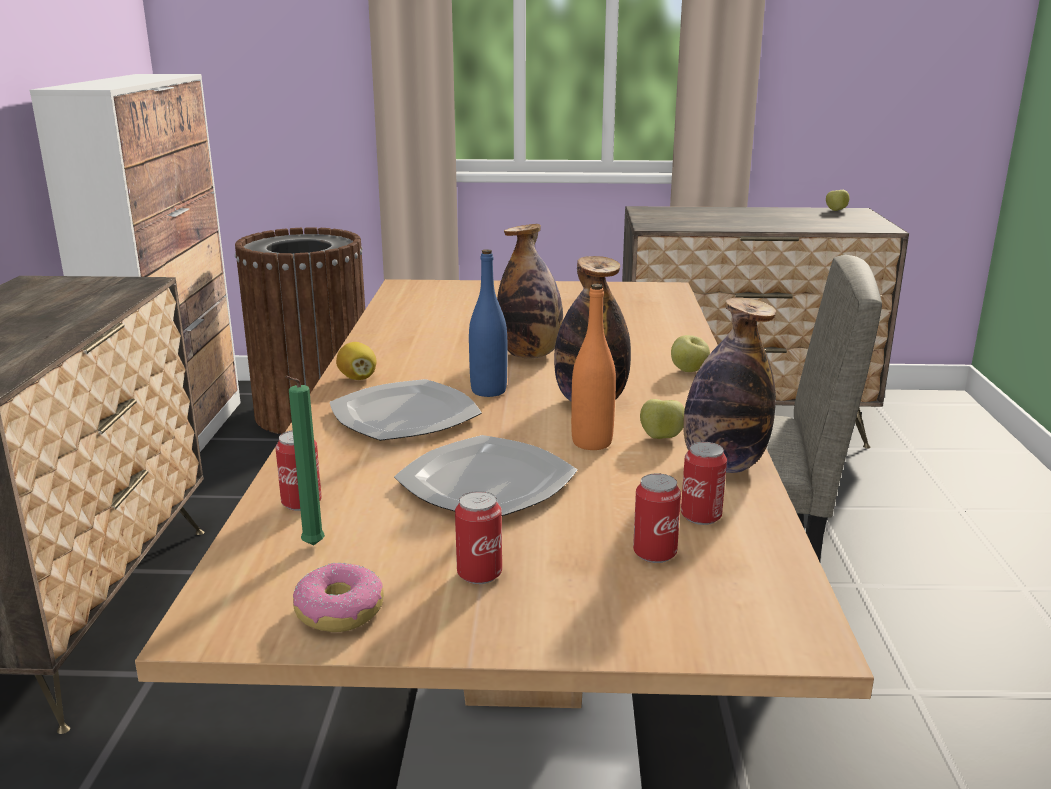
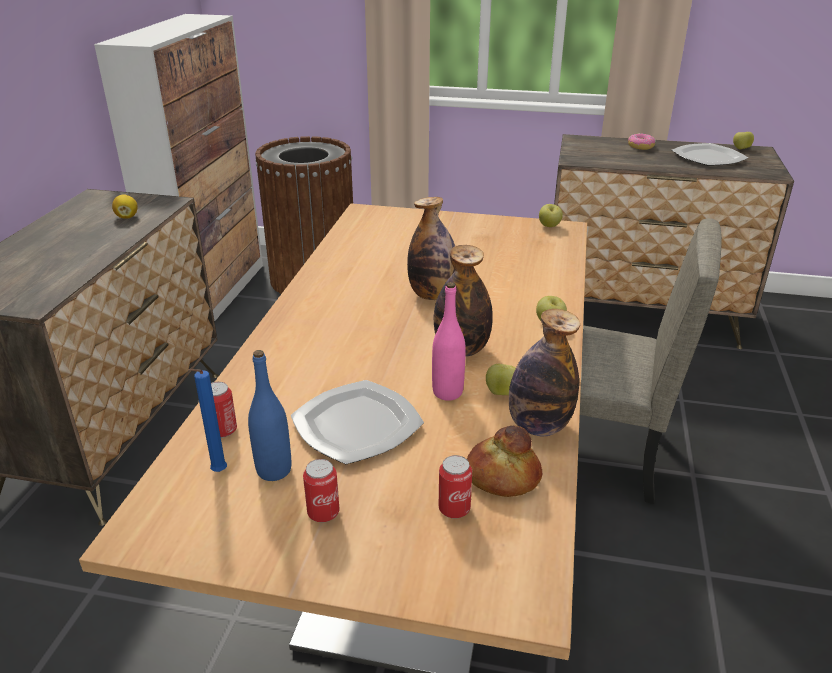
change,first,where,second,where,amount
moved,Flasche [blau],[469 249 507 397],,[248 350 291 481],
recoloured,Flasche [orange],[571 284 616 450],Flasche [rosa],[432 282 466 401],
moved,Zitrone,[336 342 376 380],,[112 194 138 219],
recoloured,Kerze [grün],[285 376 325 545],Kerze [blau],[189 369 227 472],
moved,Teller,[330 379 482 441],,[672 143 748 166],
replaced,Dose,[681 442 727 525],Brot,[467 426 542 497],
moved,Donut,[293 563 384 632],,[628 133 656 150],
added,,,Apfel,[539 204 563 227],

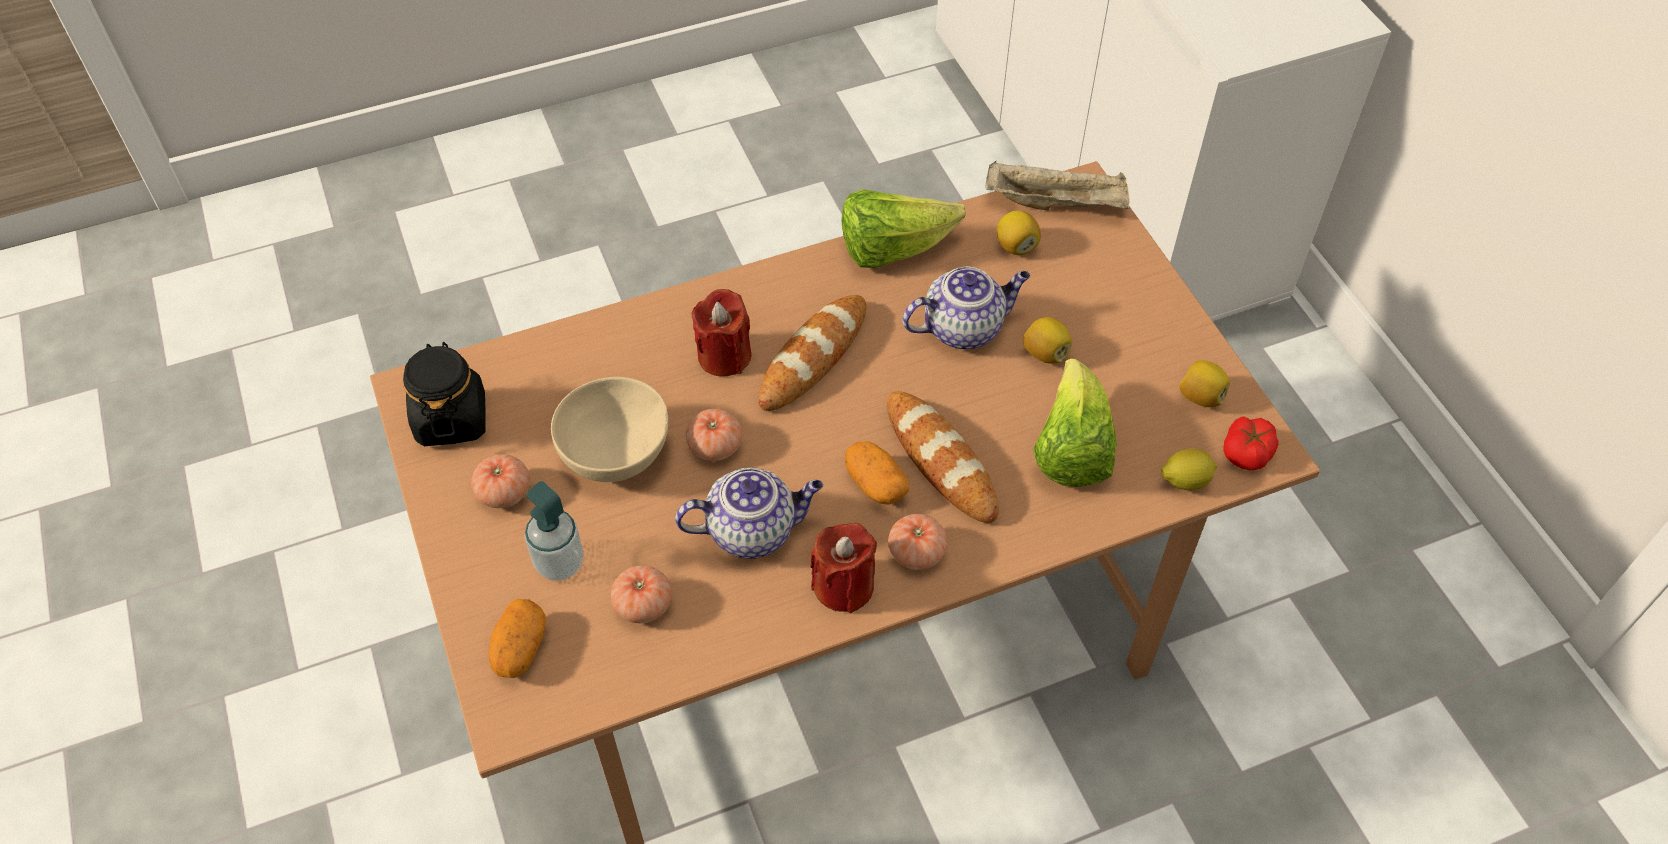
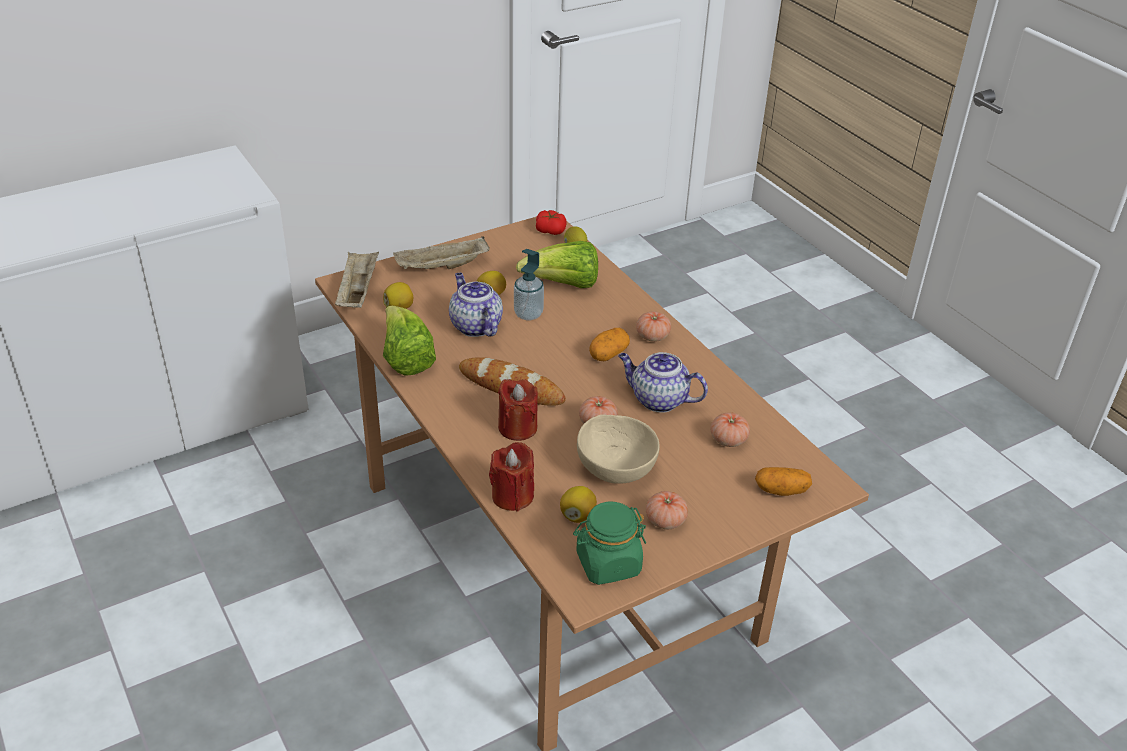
change,first,where,second,where,amount
recoloured,Vorratsglas [schwarz],[403 342 486 446],Vorratsglas [grün],[573 502 646 585],
moved,Zitrone,[1179 360 1230 407],,[560 486 597 523],
removed,Brot,[887 391 999 523],,,
turned,Teekanne,[675 468 823 559],,[618 352 708 413],45 degrees counterclockwise
moved,Seifenspender,[525 481 584 581],,[514 249 544 320],
moved,Kerze [rot],[810 523 877 613],,[489 442 534 512],
added,,,Tablett [beige],[393 236 490 269],

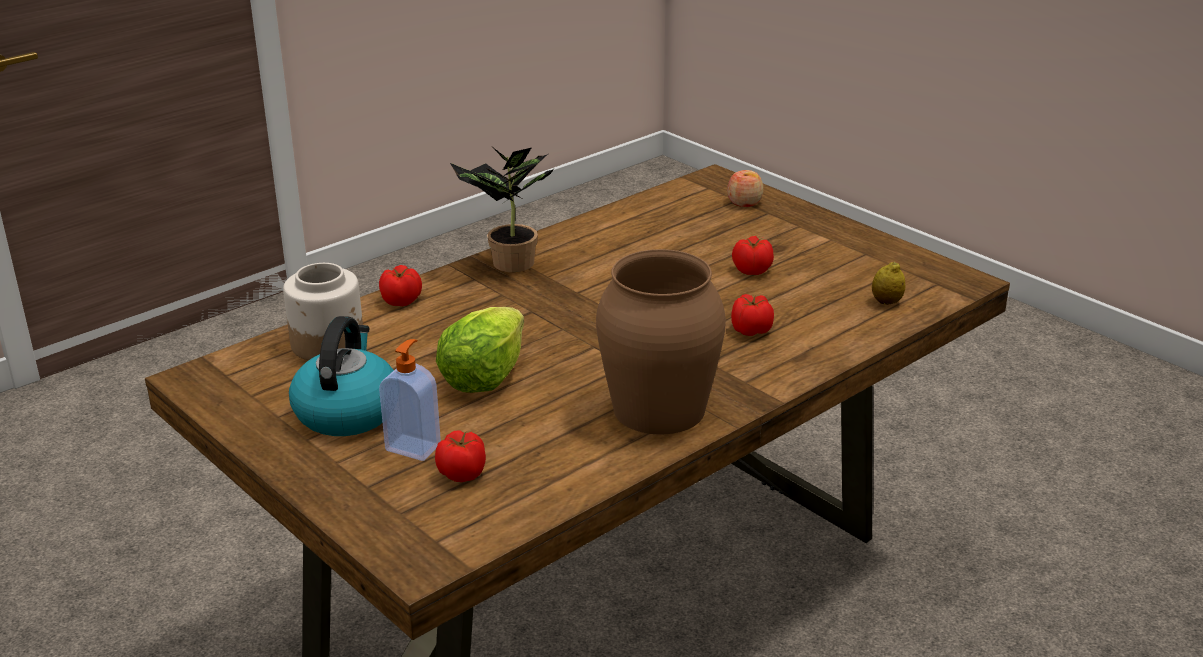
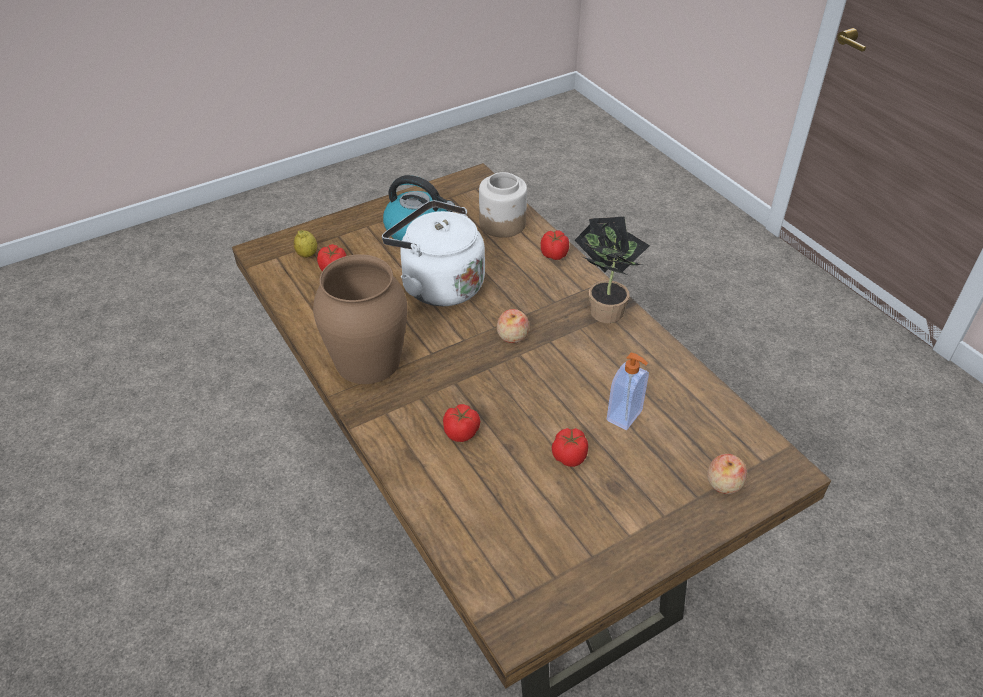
change,first,where,second,where,amount
moved,Zitrone,[872 262 905 305],,[294 230 317 258],
replaced,Salatkopf,[436 307 524 393],Wasserkessel [weiß],[382 200 485 306],
moved,Seifenspender,[379 339 441 461],,[607 353 649 430],
added,,,Apfel,[497 309 529 343],

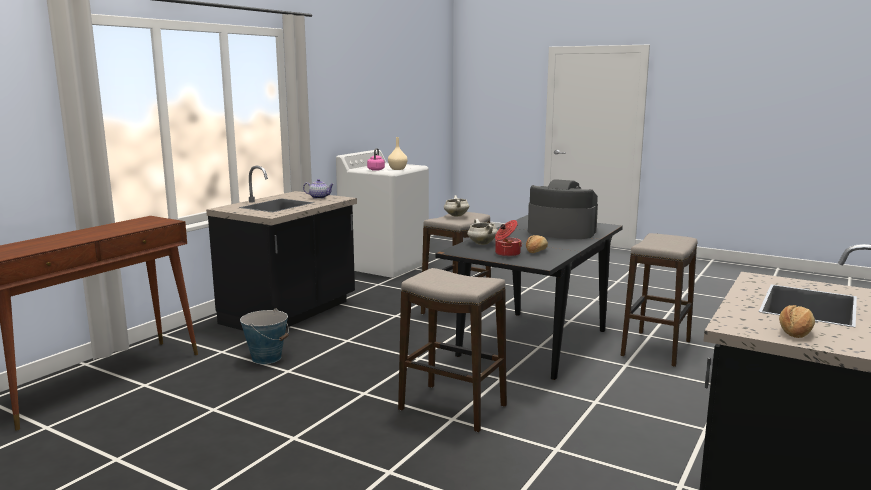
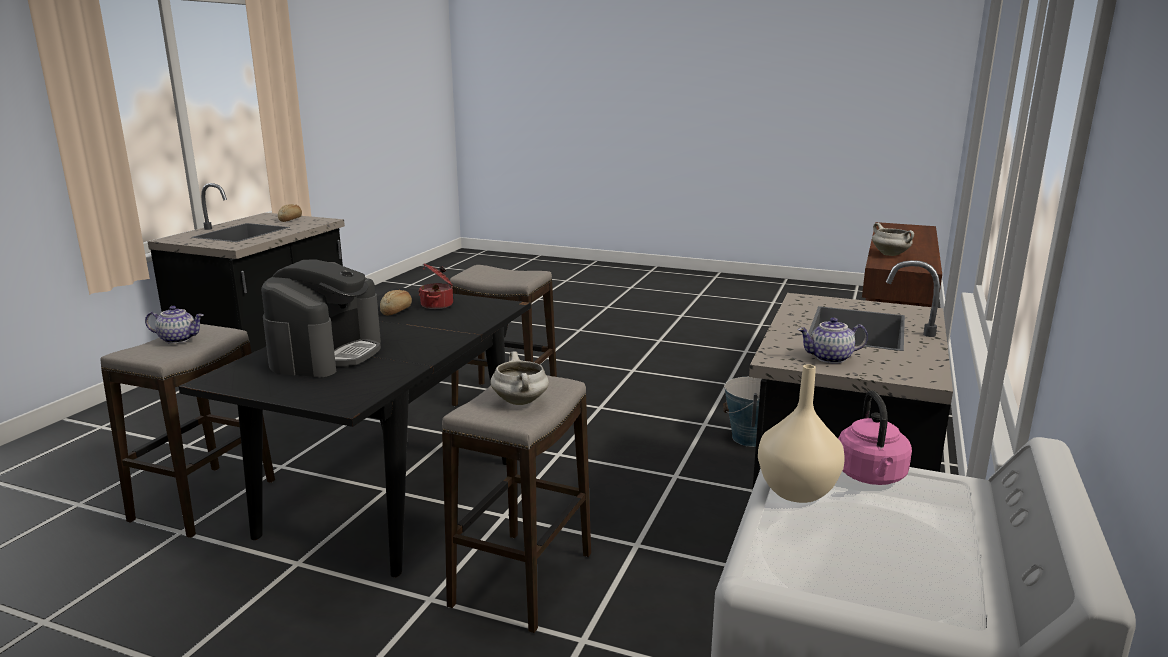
change,first,where,second,where,amount
turned,Kaffeemaschine,[528 179 598 239],,[261 260 381 378],90 degrees counterclockwise
moved,Kochtopf [weiß],[467 219 498 245],,[872 223 914 256],
added,,,Teekanne,[145 306 204 344],

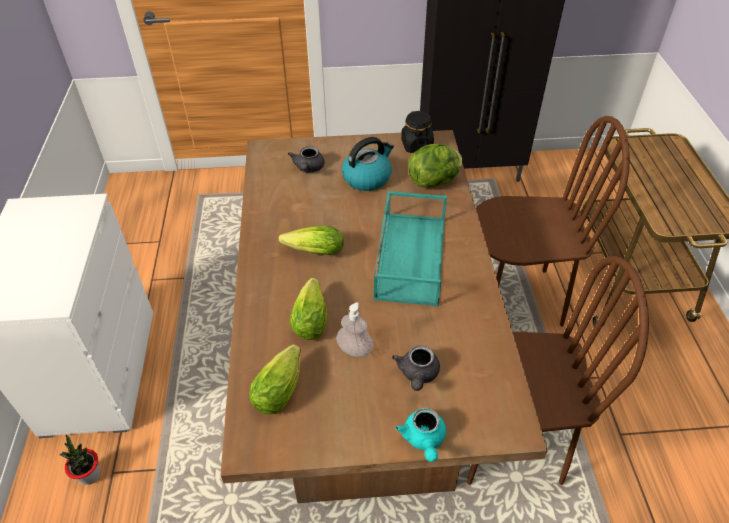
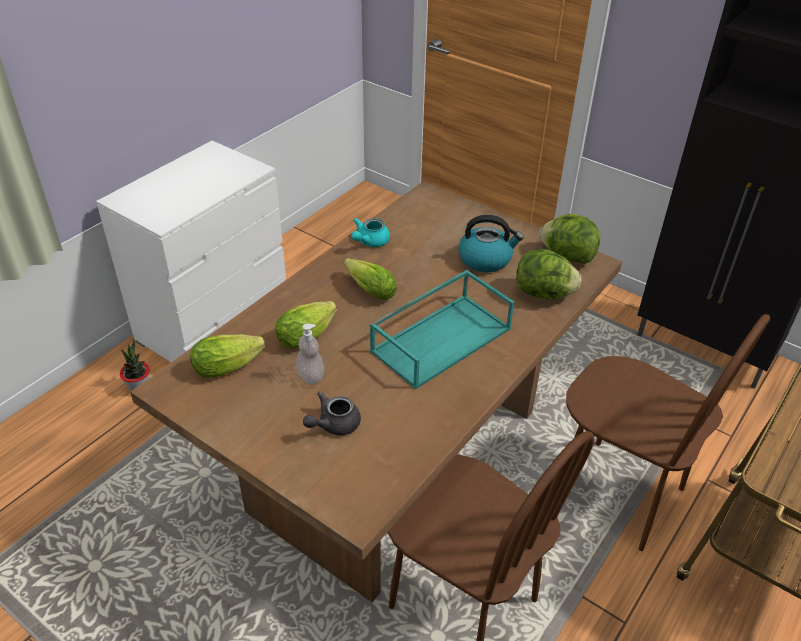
change,first,where,second,where,amount
replaced,Vorratsglas [schwarz],[401 111 434 153],Salatkopf,[539 214 600 264],
removed,Teekanne [grau],[288 146 324 173],,,
moved,Teekanne [türkis],[396 408 446 462],,[351 218 390 247],

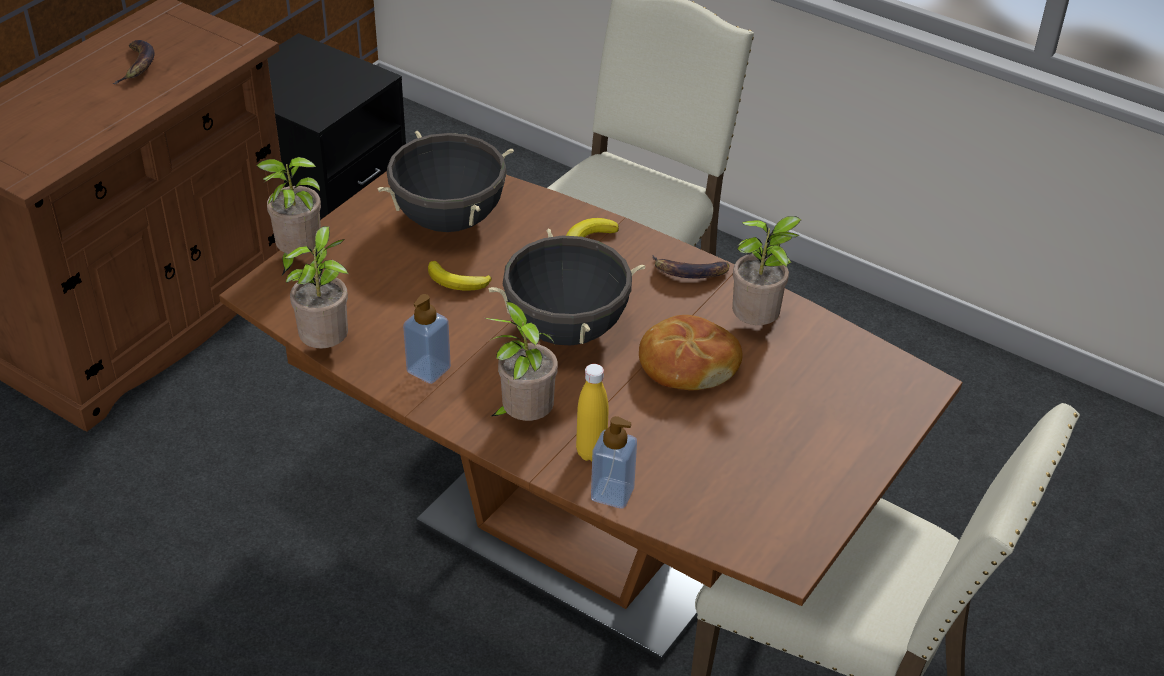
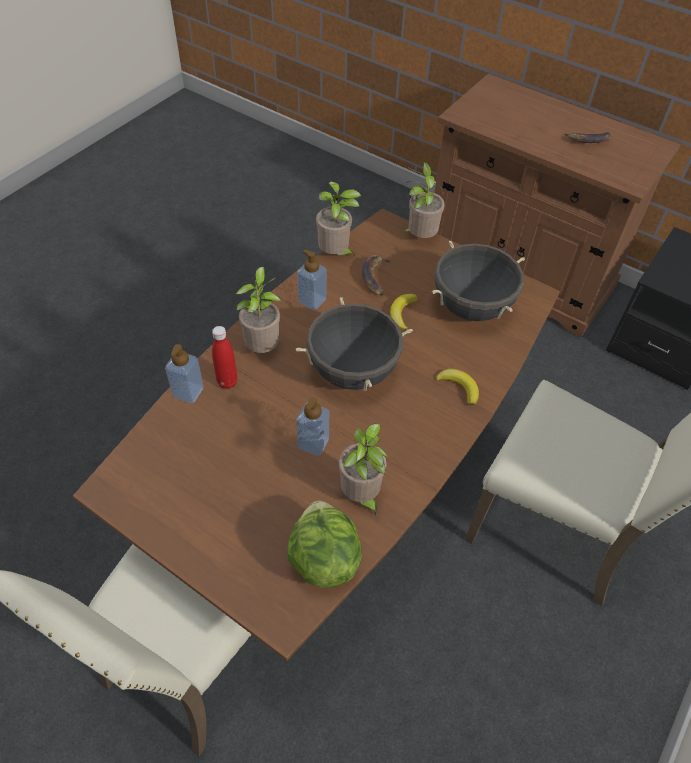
change,first,where,second,where,amount
moved,Banane,[652 255 730 278],,[362 255 392 295],
replaced,Brot,[639 315 743 390],Seifenspender,[296 397 329 456],
recoloured,Flasche [gelb],[576 364 609 461],Flasche [rot],[212 326 238 389],
added,,,Salatkopf,[287 501 362 588],

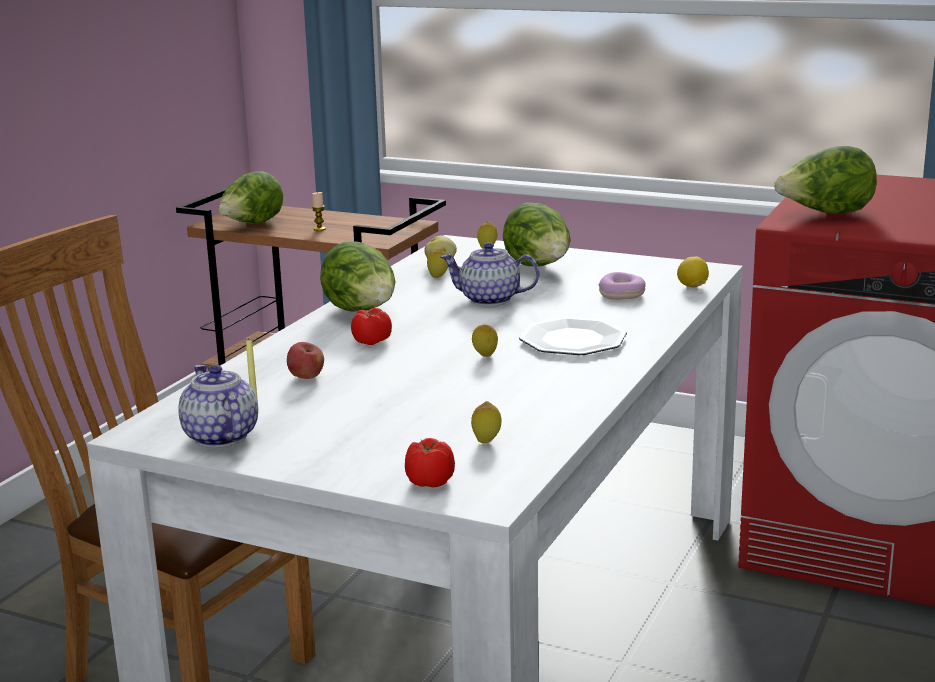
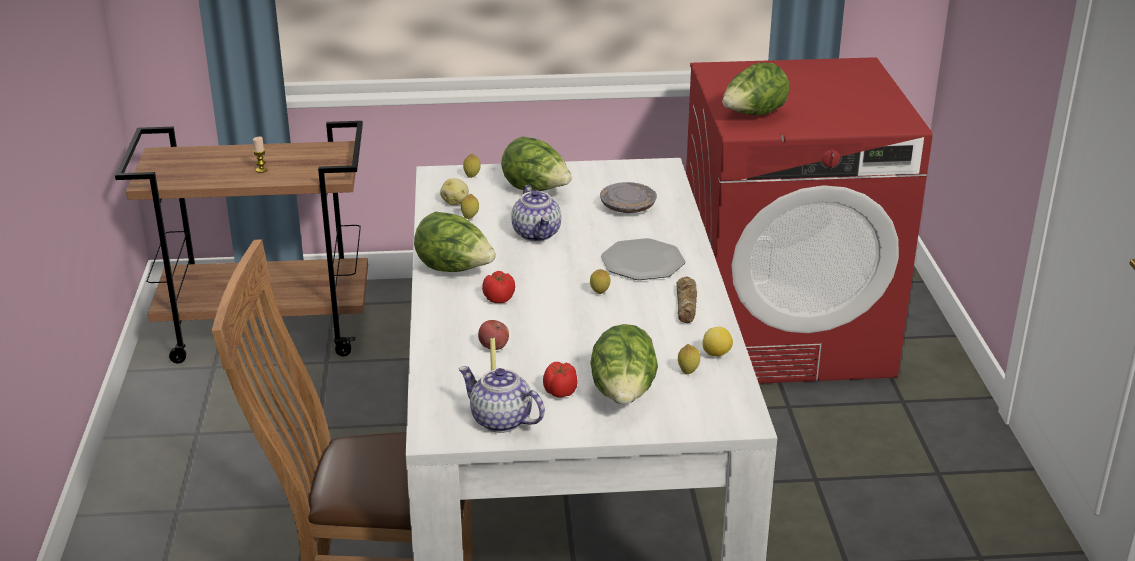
change,first,where,second,where,amount
moved,Salatkopf,[219 171 283 224],,[590 324 658 405],
turned,Teekanne,[440 242 540 306],,[511 185 561 242],90 degrees counterclockwise
moved,Zitrone,[677 257 709 287],,[702 327 733 357],
replaced,Donut,[599 272 646 300],Teller [grau],[600 182 657 213],
moved,Tomate,[405 438 455 487],,[543 362 578 398],
added,,,Brot,[677 276 697 323],

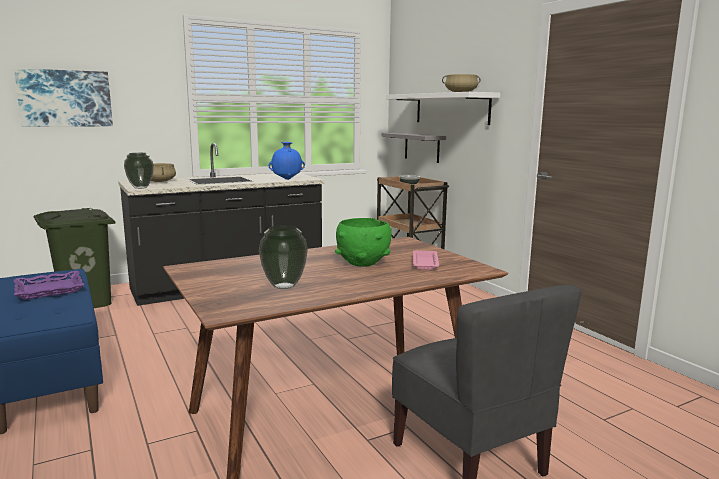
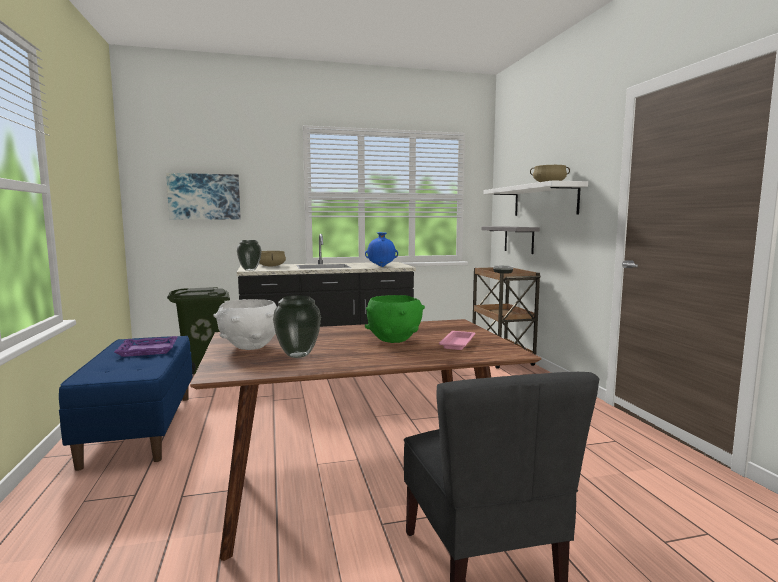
change,first,where,second,where,amount
added,,,Schüssel [weiß],[214 299 277 350],

